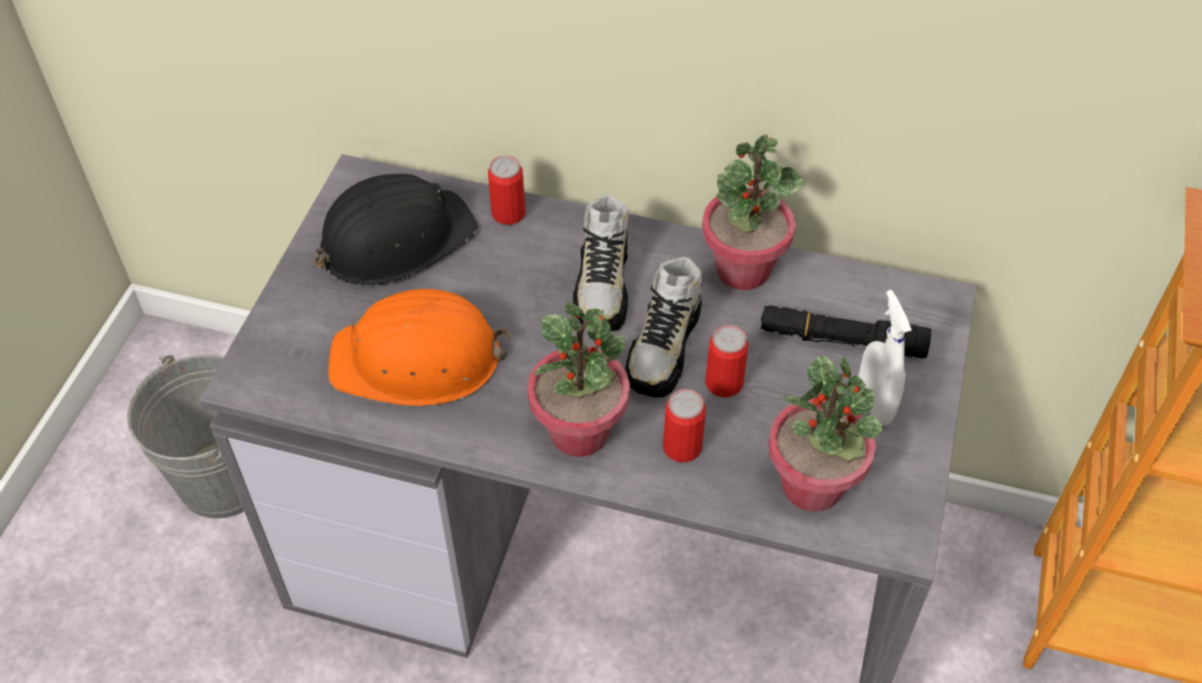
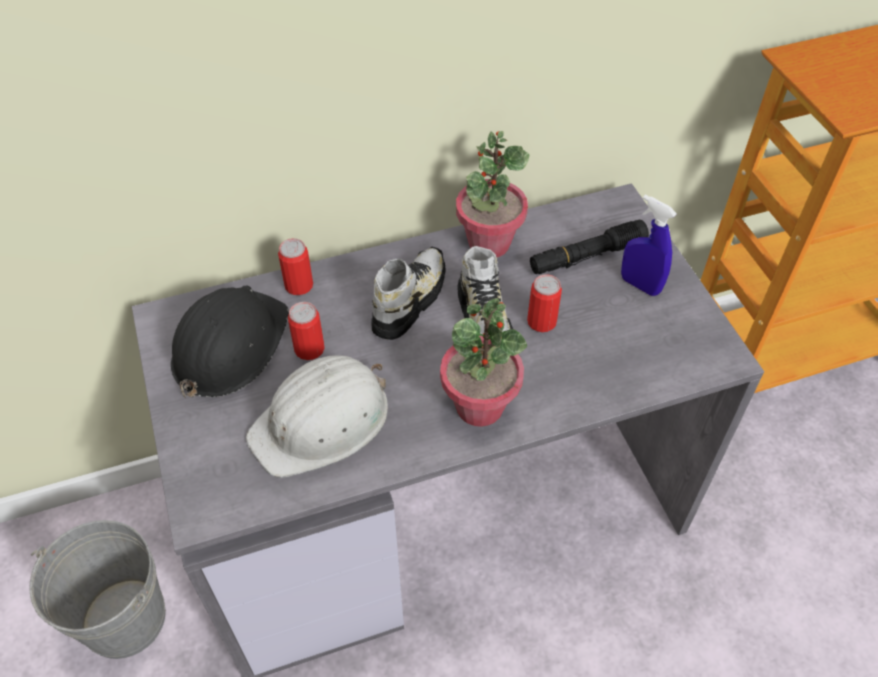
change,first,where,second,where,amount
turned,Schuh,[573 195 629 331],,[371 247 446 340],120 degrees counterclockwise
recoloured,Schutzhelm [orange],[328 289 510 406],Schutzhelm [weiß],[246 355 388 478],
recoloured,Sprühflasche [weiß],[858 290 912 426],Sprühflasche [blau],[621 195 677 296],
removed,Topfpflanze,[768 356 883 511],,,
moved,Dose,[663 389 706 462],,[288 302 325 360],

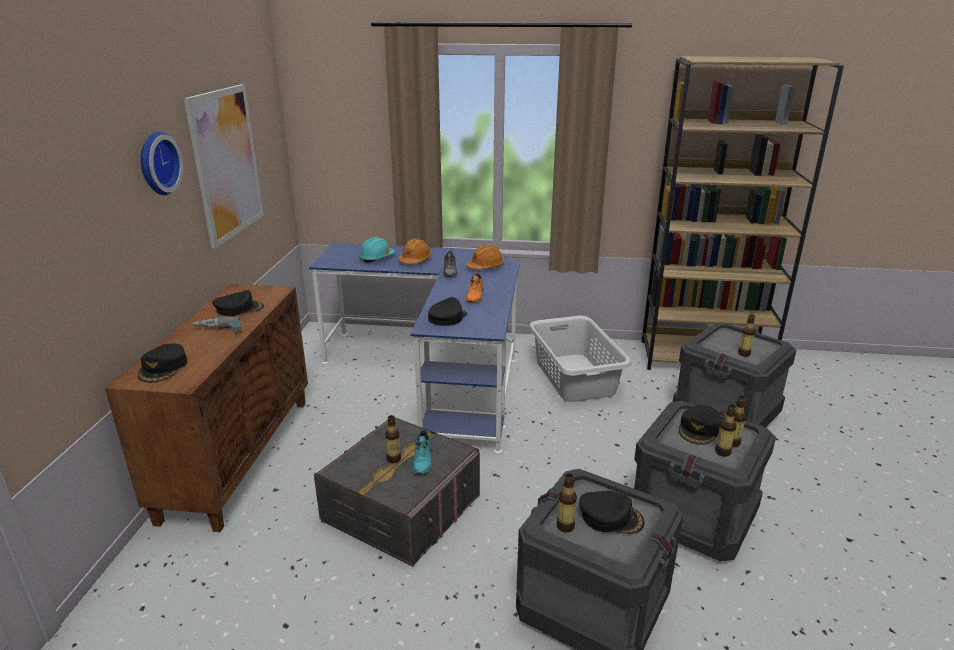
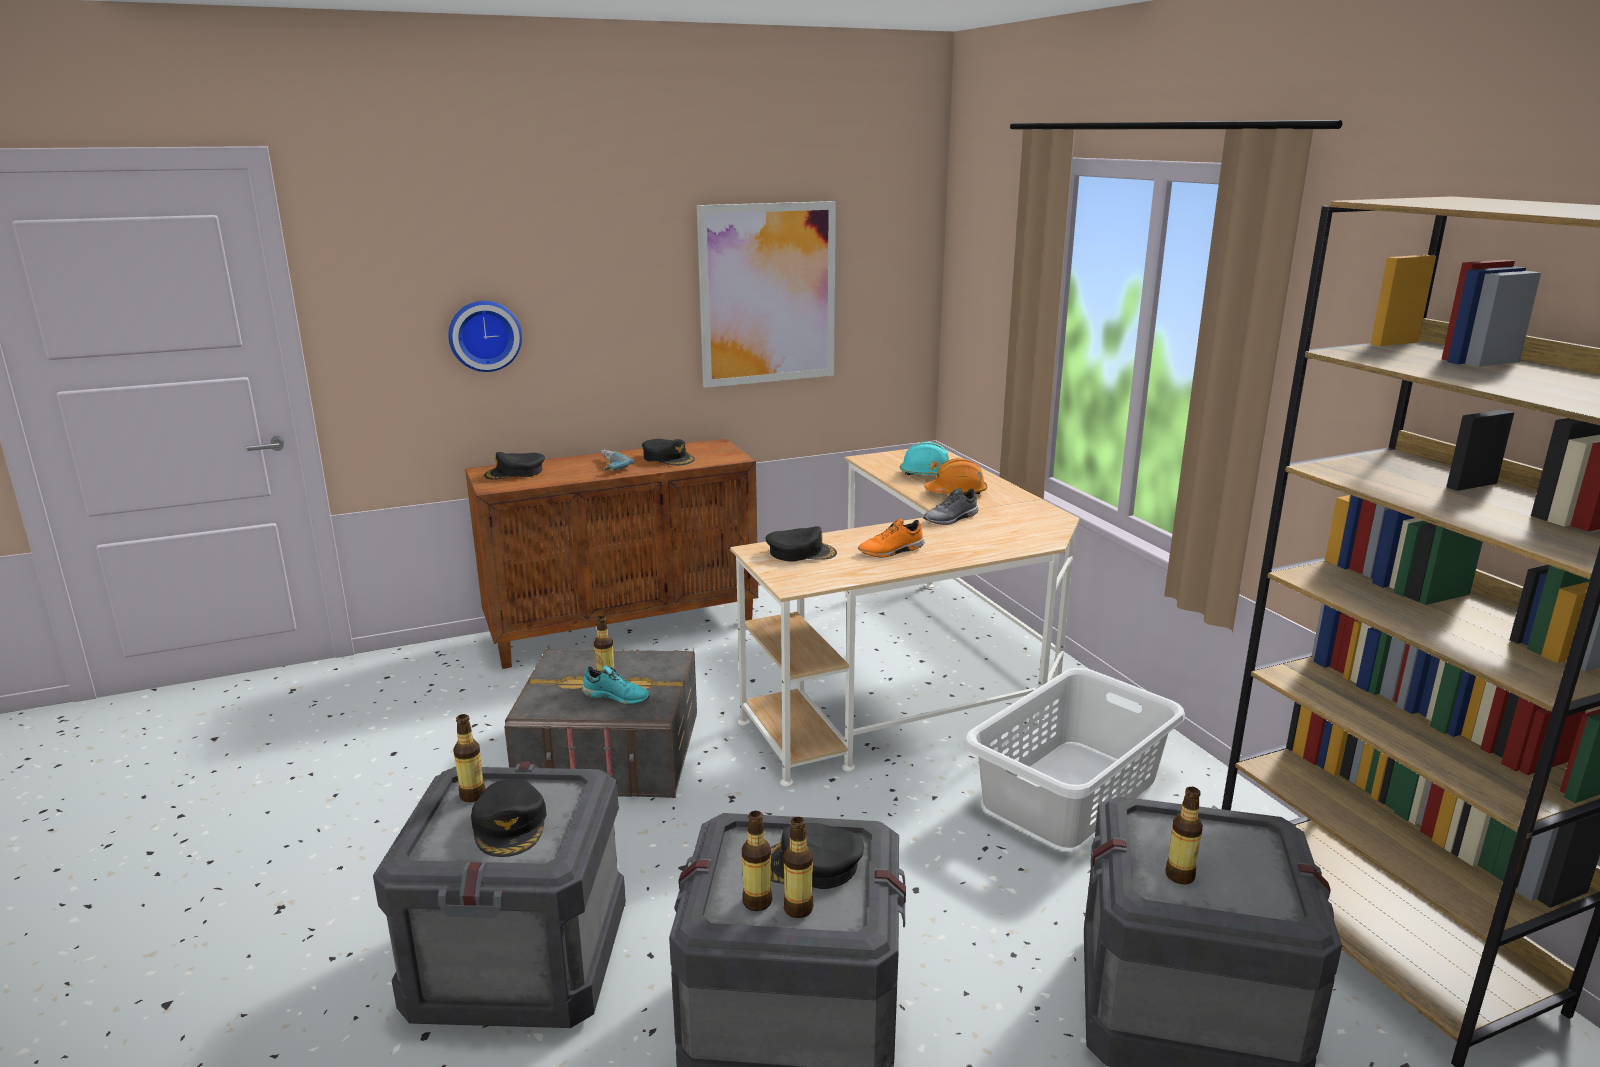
change,first,where,second,where,amount
moved,Wanduhr,[141 131 183 195],,[448 301 522 372],
recoloured,Schreibtisch [blau],[309 243 519 454],Schreibtisch [beige],[730 449 1080 787],
removed,Schutzhelm [orange],[466 245 504 269],,,
turned,Schuh [türkis],[412 430 432 474],,[582 665 650 705],135 degrees counterclockwise

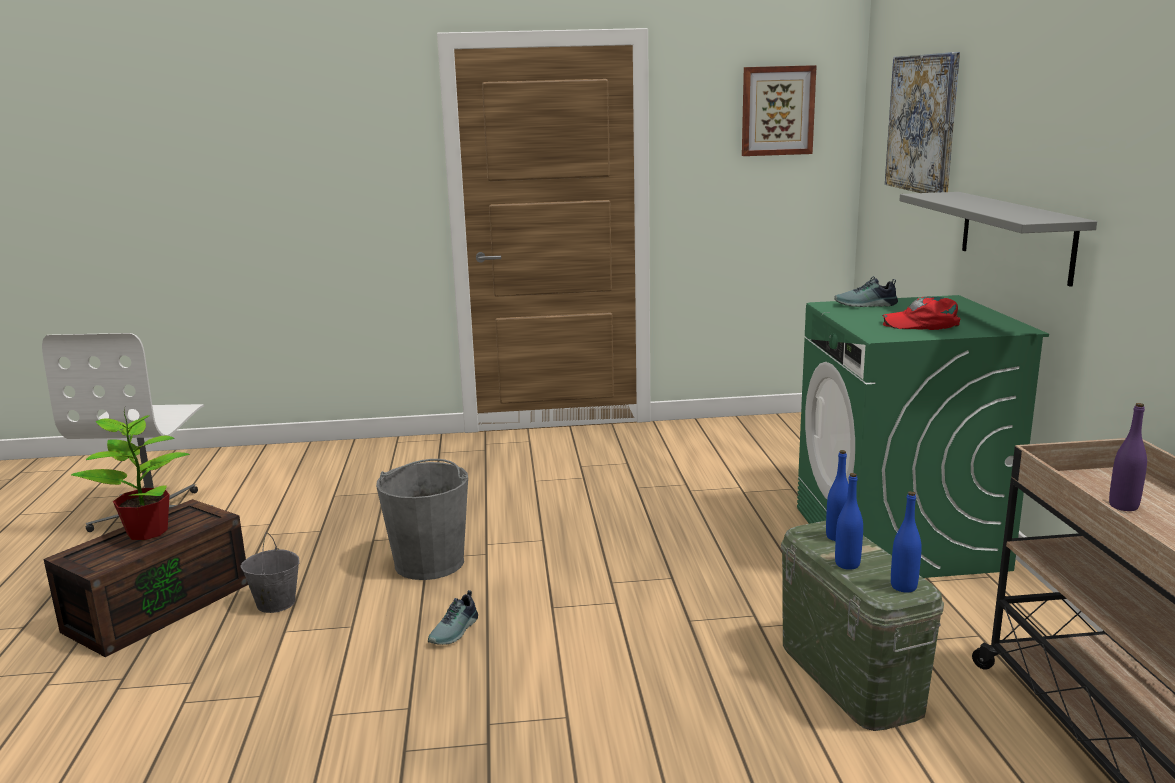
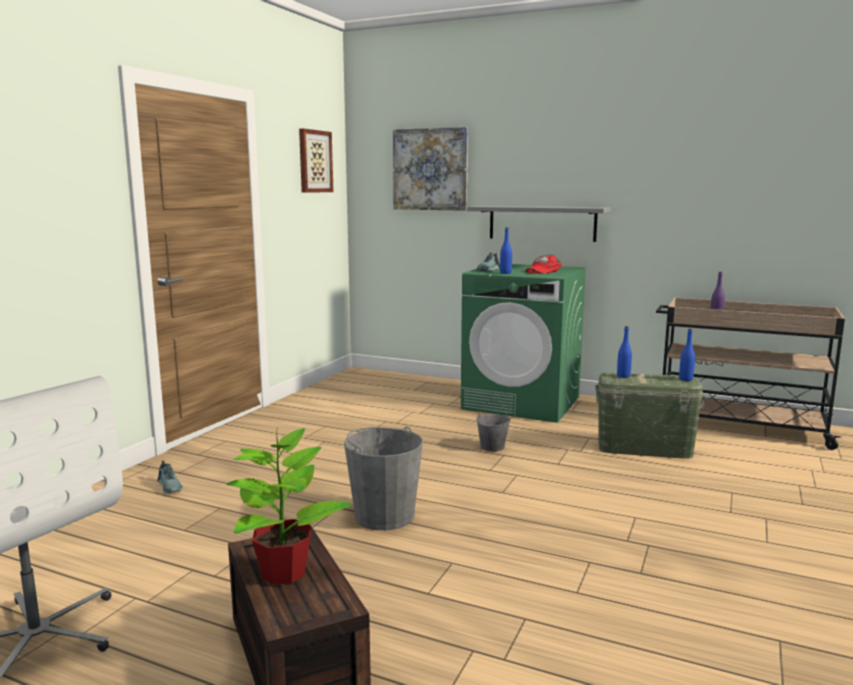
change,first,where,second,where,amount
moved,Flasche [blau],[835 473 863 570],,[500 228 512 274],
moved,Eimer [grau],[240 533 300 613],,[476 399 511 451],
moved,Schuh,[428 590 478 645],,[158 461 183 494],

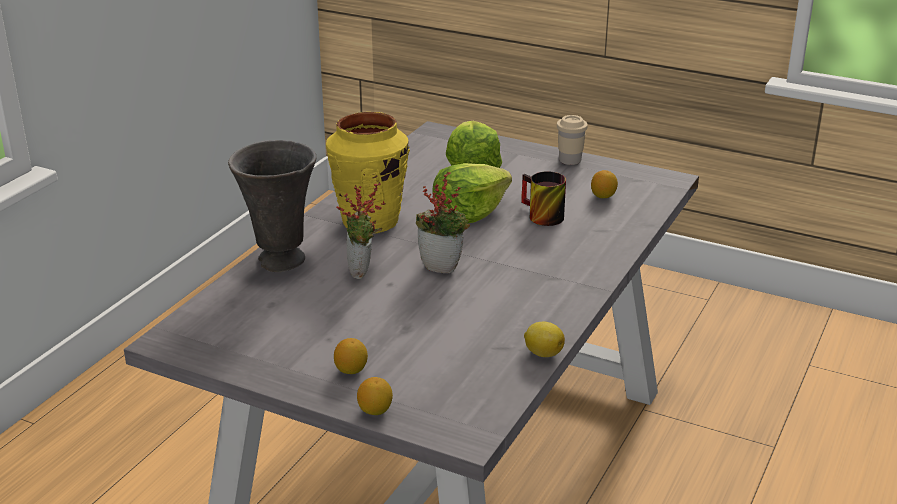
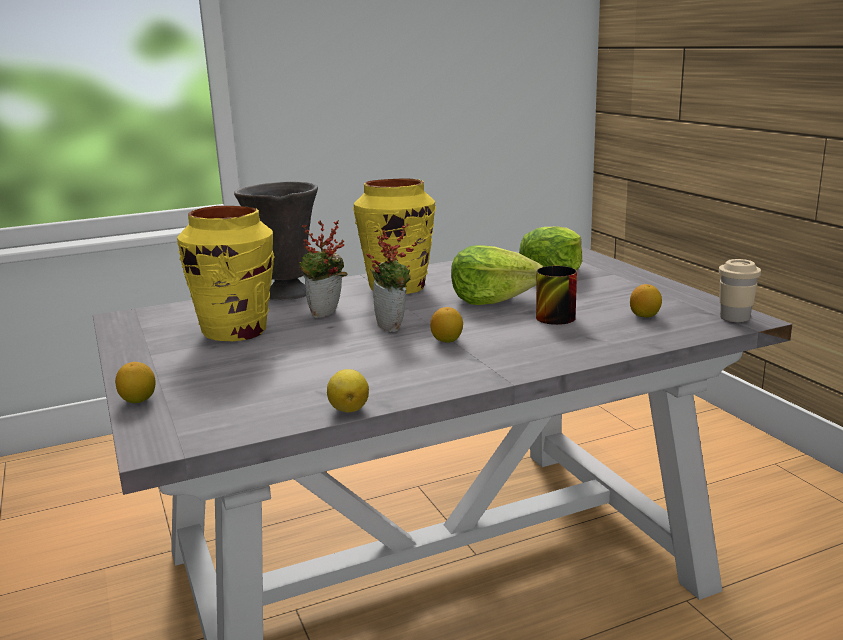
change,first,where,second,where,amount
moved,Tasse [beige],[557 115 588 165],,[719 259 761 322],
moved,Zitrone,[334 338 368 374],,[430 307 463 343],
added,,,Vase [gelb],[177 206 274 341],

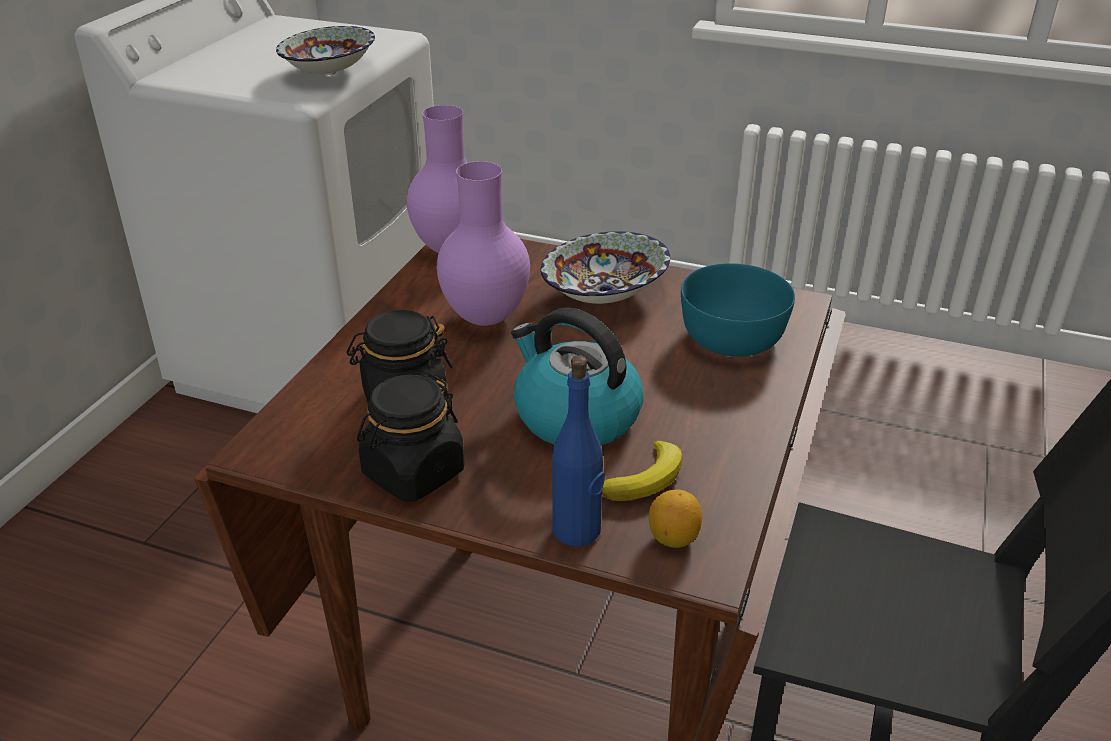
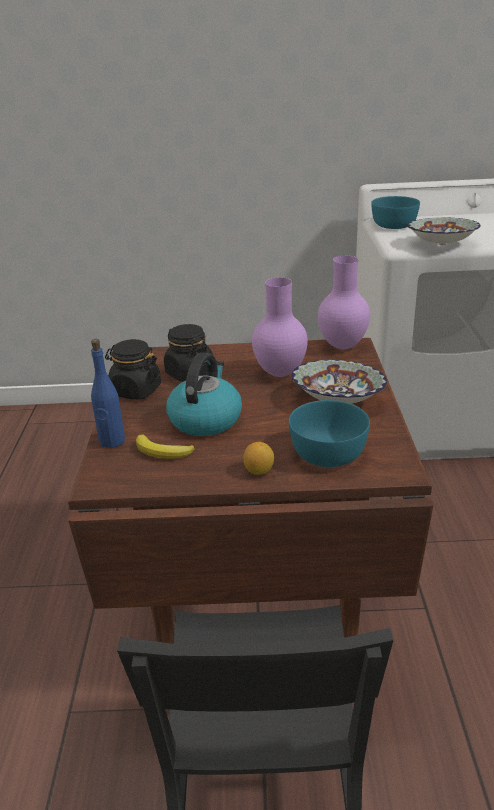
change,first,where,second,where,amount
moved,Zitrone,[649 489 702 548],,[243 442 274 475],
added,,,Schüssel [türkis],[371 196 420 229],

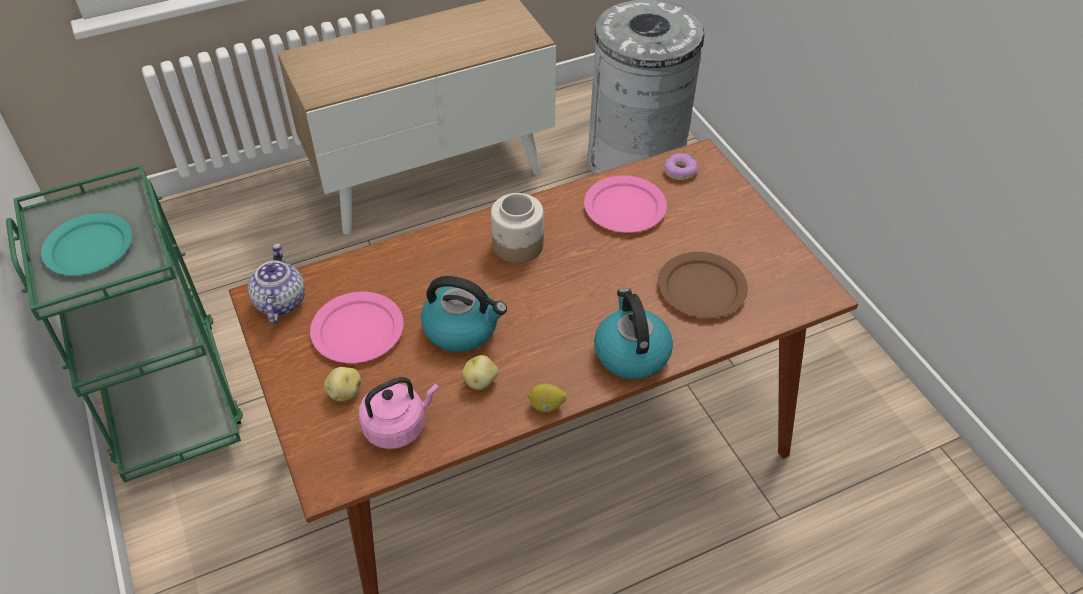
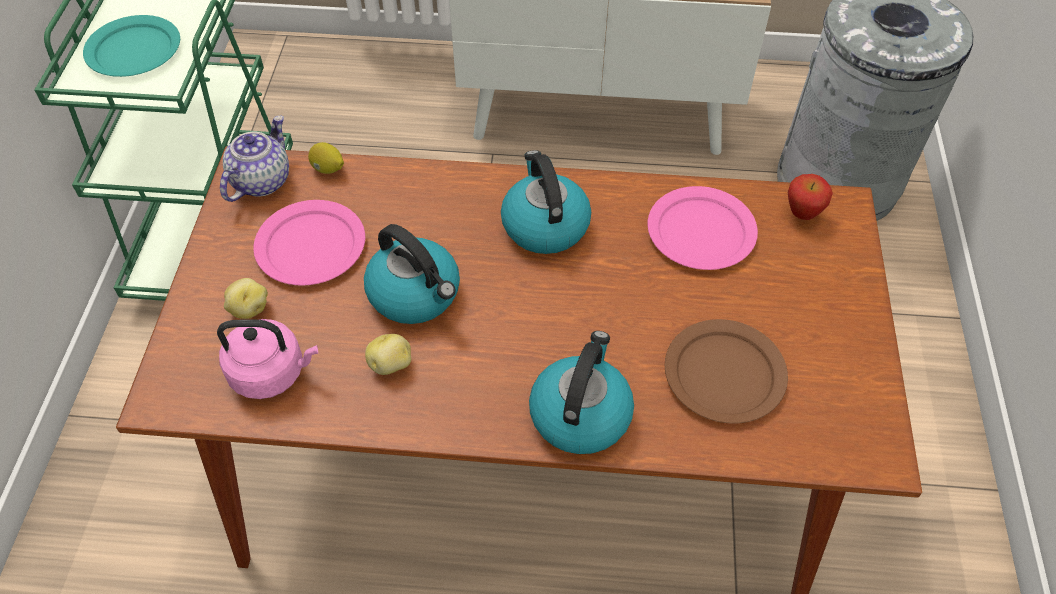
change,first,where,second,where,amount
replaced,Donut,[664 153 698 180],Apfel,[788 174 833 220],
replaced,Vorratsglas,[491 193 544 263],Wasserkessel,[501 150 591 254],
moved,Zitrone,[528 384 567 412],,[308 142 344 174],

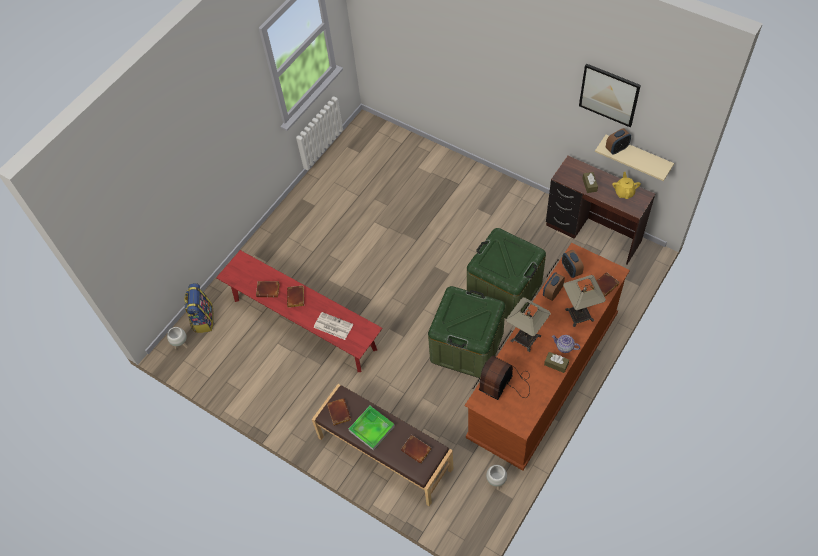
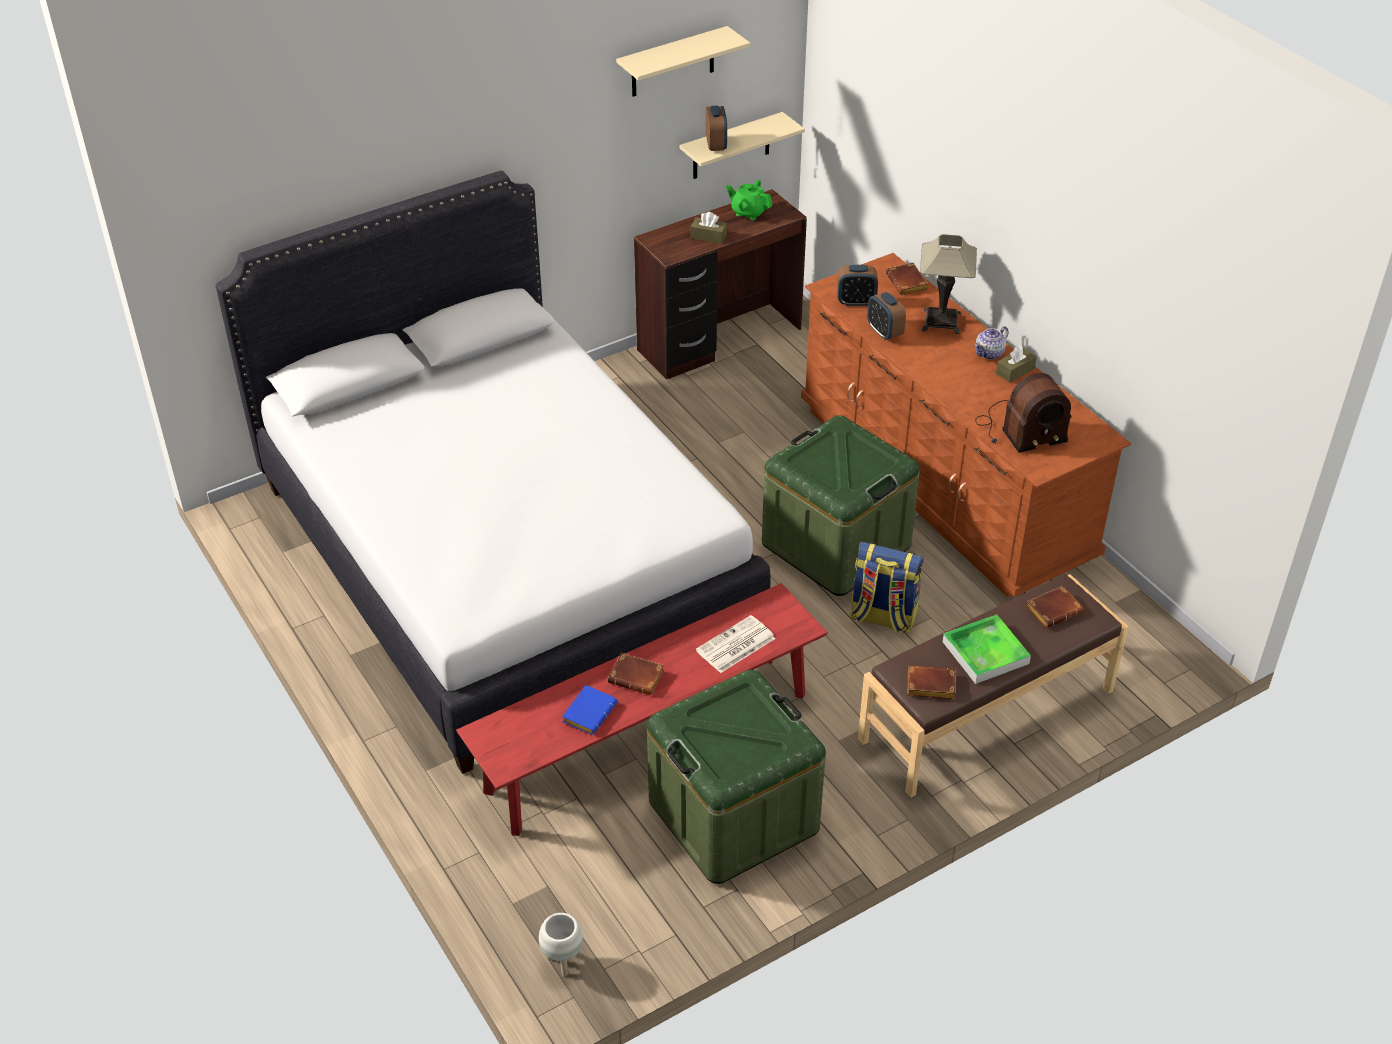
change,first,where,second,where,amount
replaced,Bild,[579 63 641 127],Wandregal [beige],[616 26 750 97],
recoloured,Teekanne [gelb],[612 172 641 199],Teekanne [grün],[726 180 772 220],
moved,Aufbewahrungsbox [grün],[467 228 546 318],,[647 670 826 884],
recoloured,Buch [braun],[256 281 280 297],Buch [blau],[562 685 617 735],
moved,Rucksack,[184 283 214 333],,[850 542 924 633],
removed,Tischlampe,[506 297 551 352],,,
turned,Radio,[479 356 530 400],,[975 373 1071 453],75 degrees counterclockwise
removed,Pflanzkübel [weiß],[486 465 507 490],,,
added,,,Bett [weiß],[216 171 770 774],

